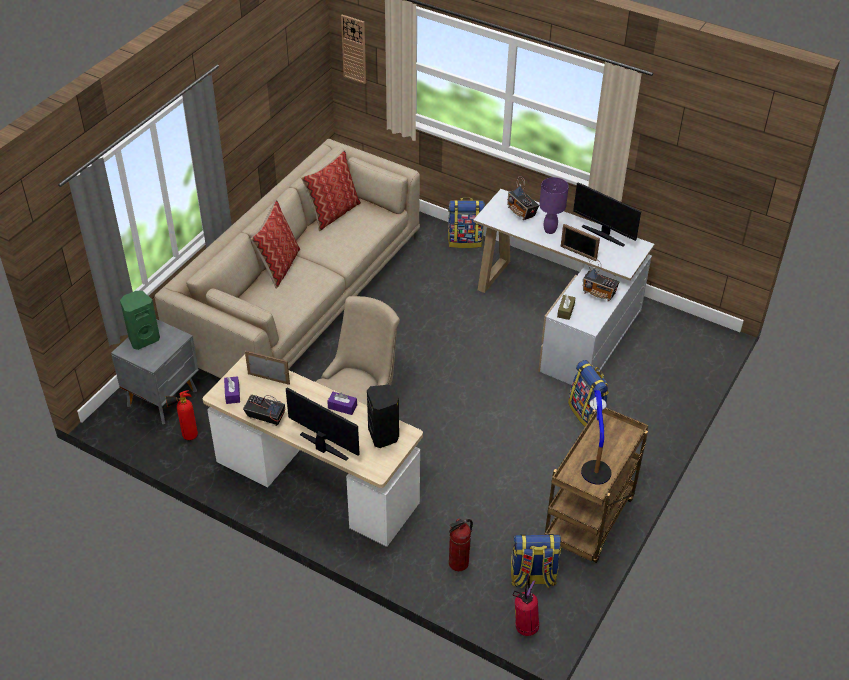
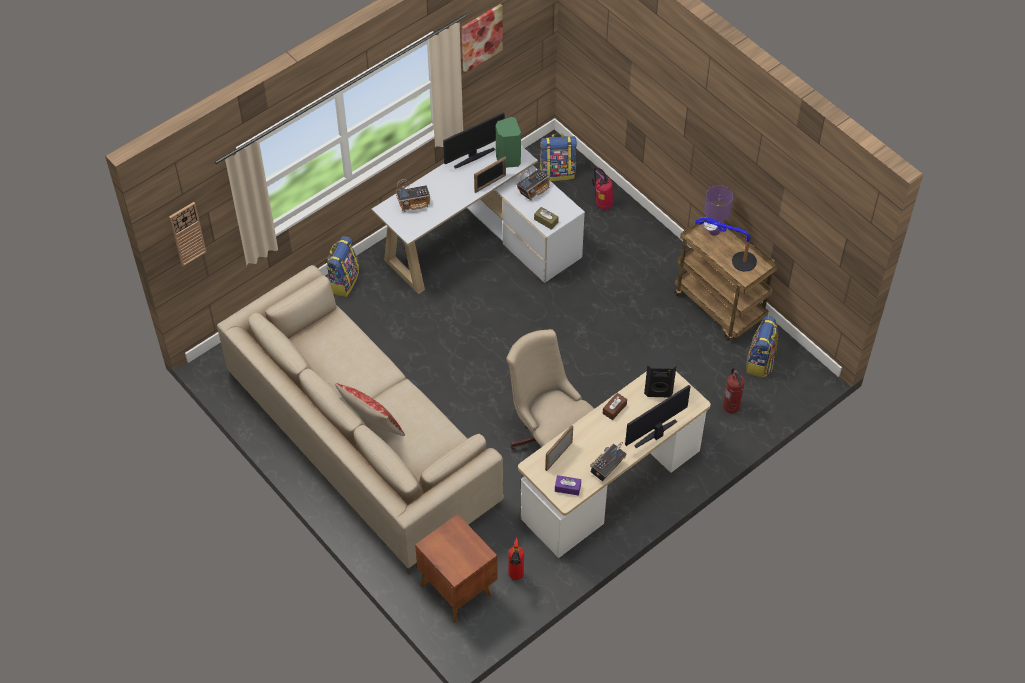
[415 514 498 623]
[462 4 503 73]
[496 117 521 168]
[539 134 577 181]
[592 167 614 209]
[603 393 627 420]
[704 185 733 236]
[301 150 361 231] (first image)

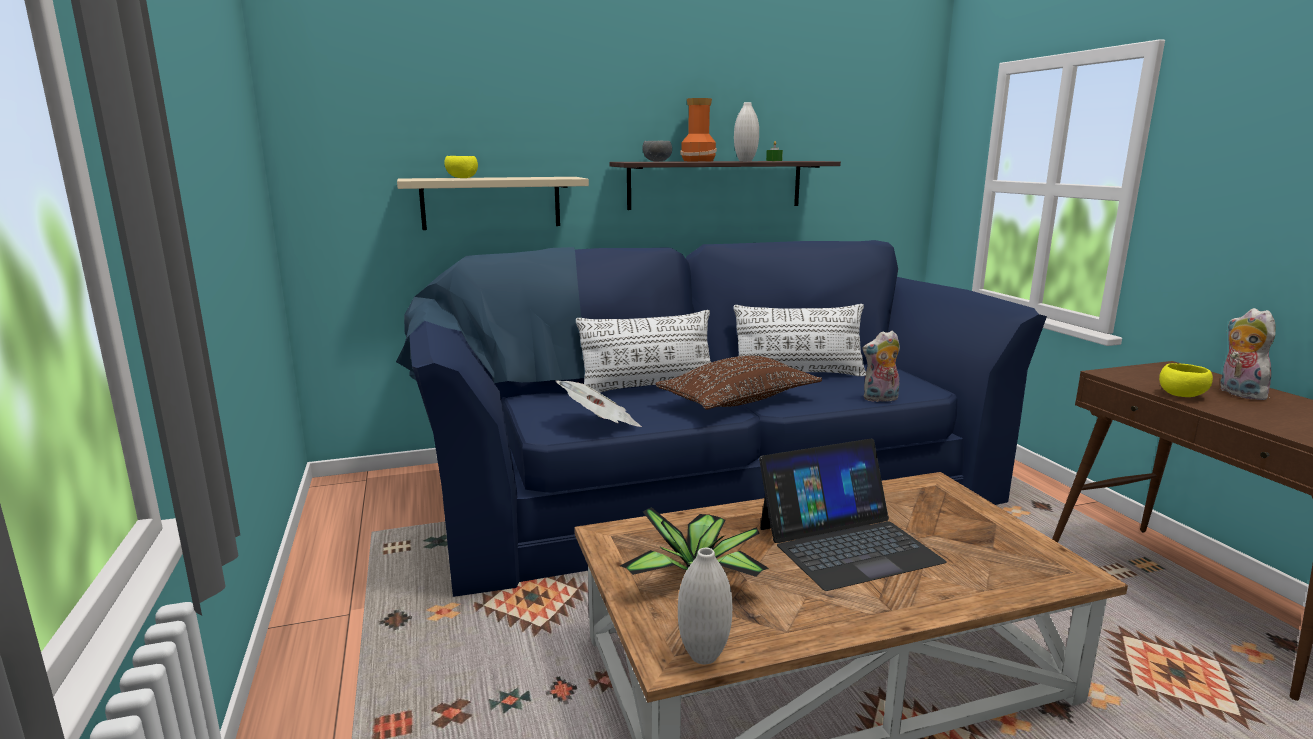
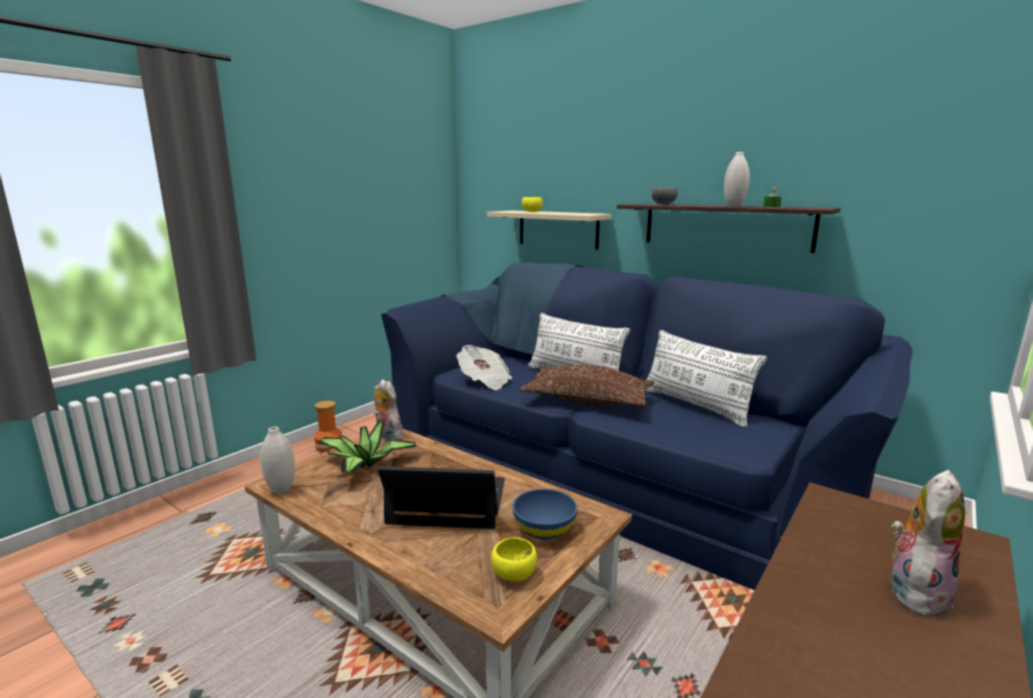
[314 401 343 452]
[374 379 403 441]
[378 466 505 529]
[491 537 537 581]
[512 489 577 539]

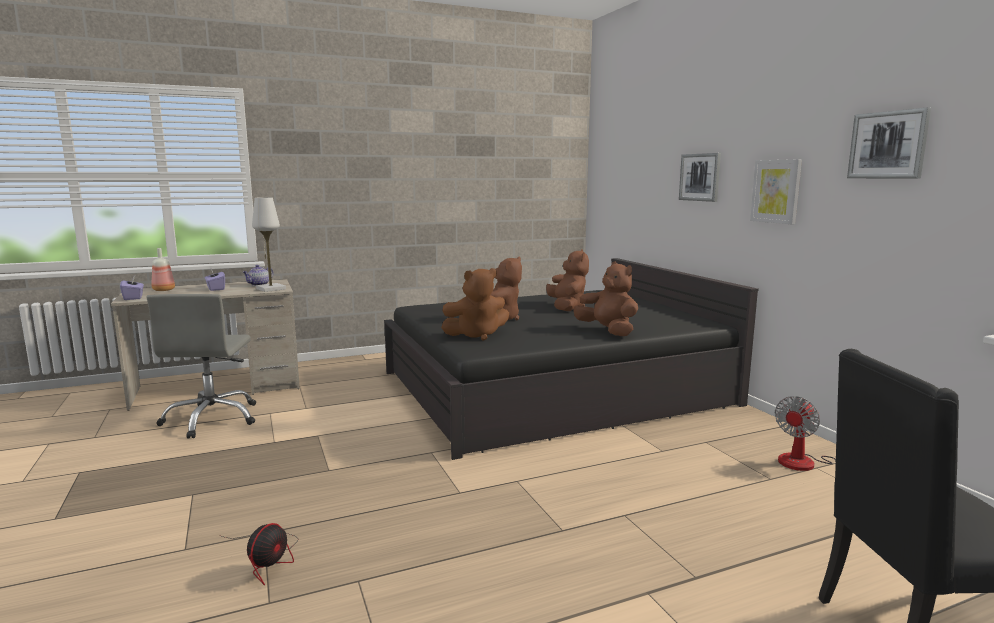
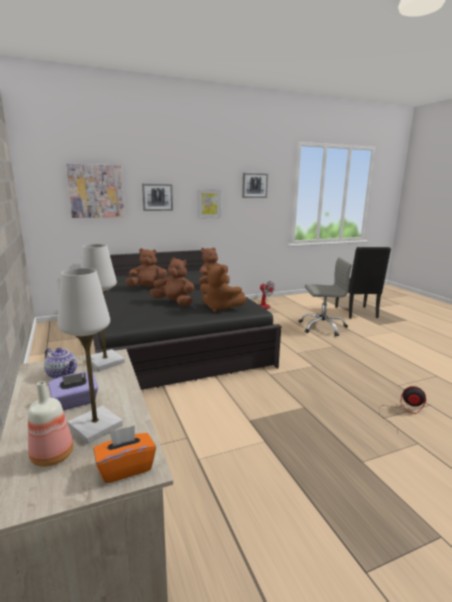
[58 268 123 444]
[66 164 124 218]
[93 425 156 484]
[200 266 247 313]
[299 257 352 336]

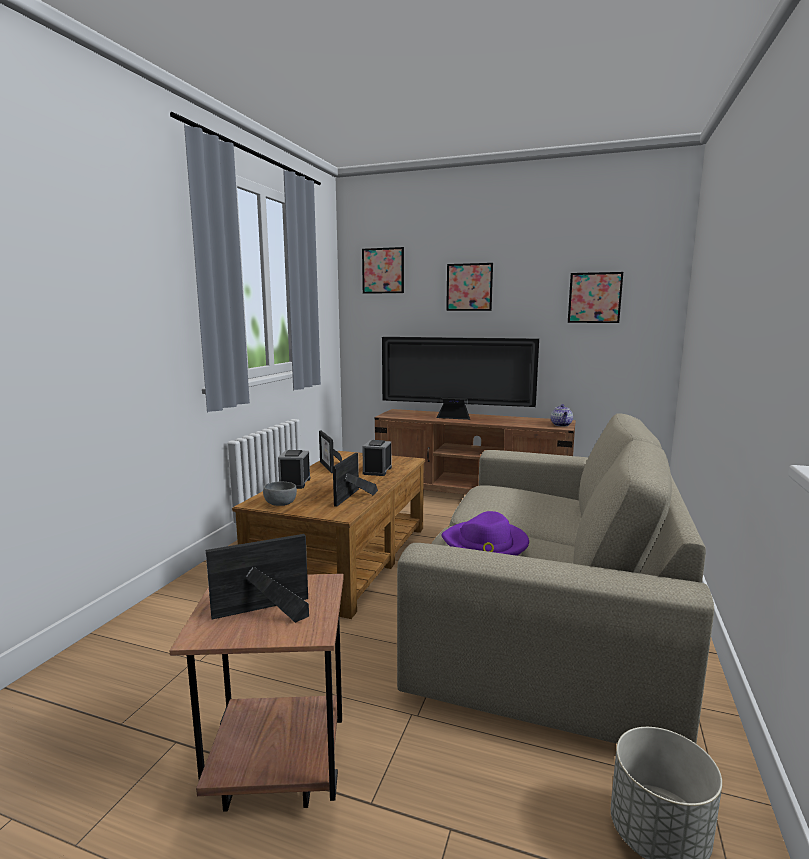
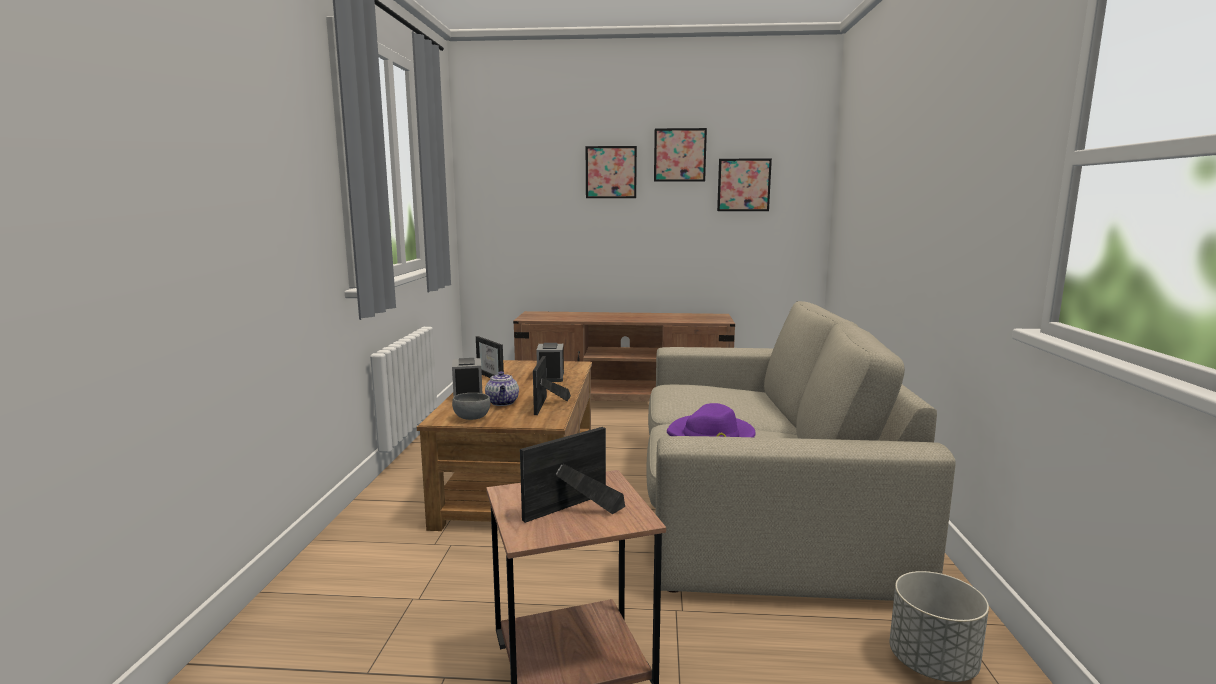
[485 371 519 406]
[654 128 707 182]
[382 337 539 420] (first image)

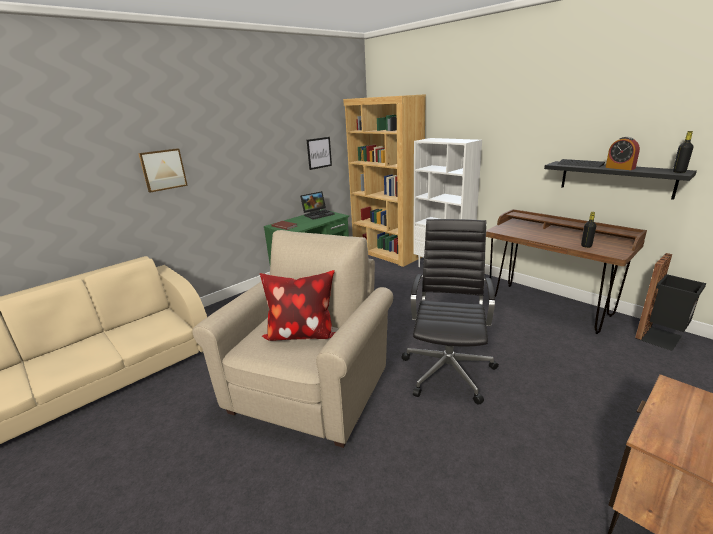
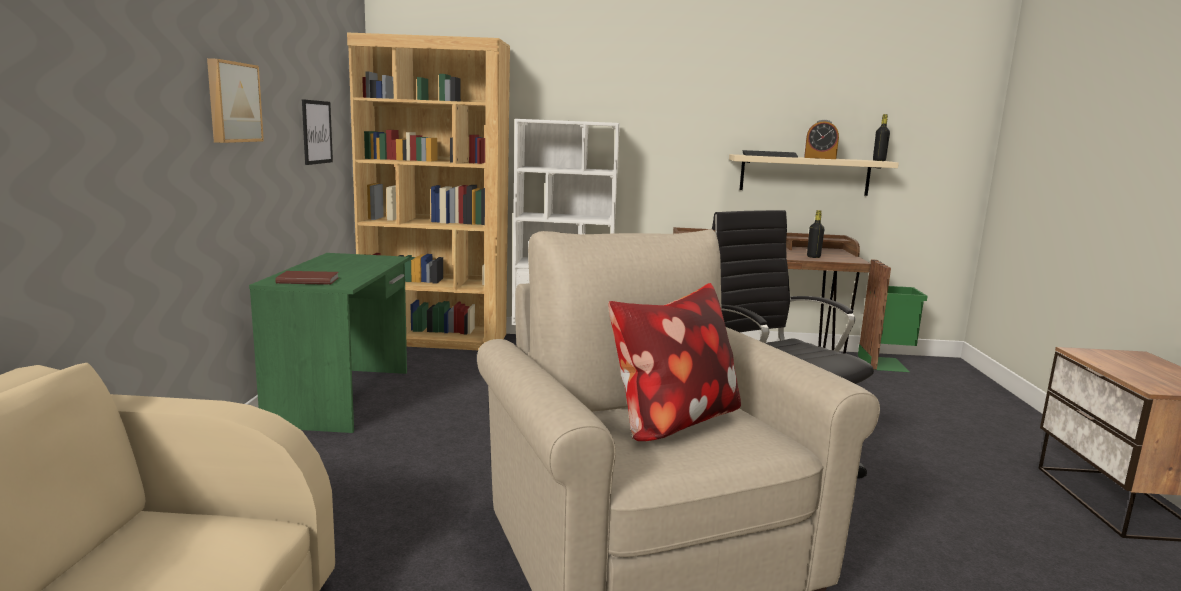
[207 58 264 143]
[729 154 899 196]
[858 259 928 372]
[300 191 335 220] (first image)

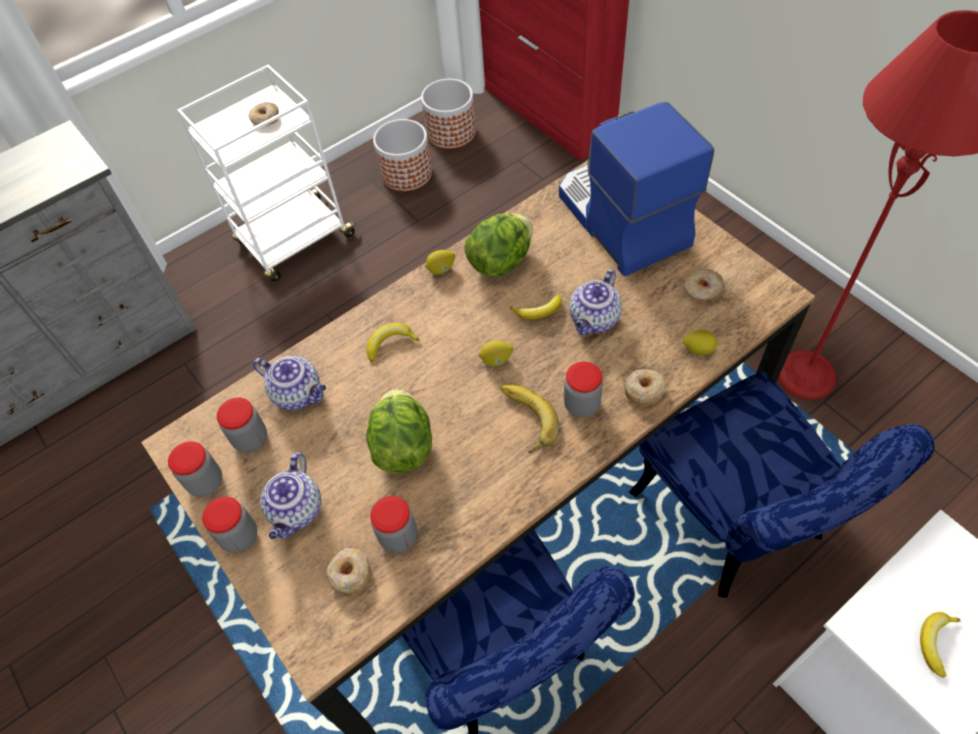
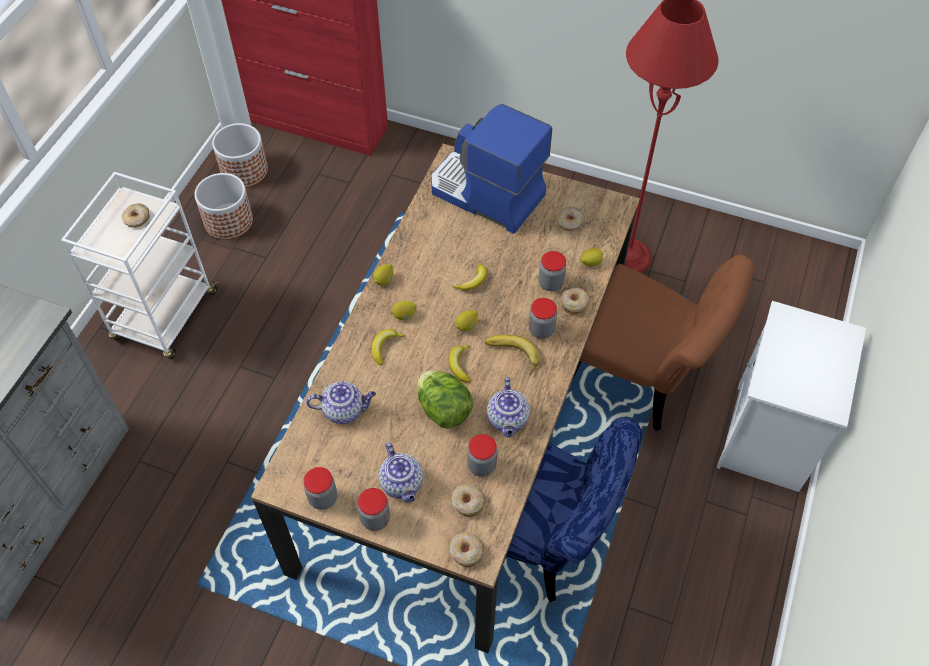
[391 301 417 320]
[448 345 471 383]
[449 532 484 567]
[487 377 530 438]
[538 251 566 291]
[572 255 754 431]
[465 214 533 277] (first image)

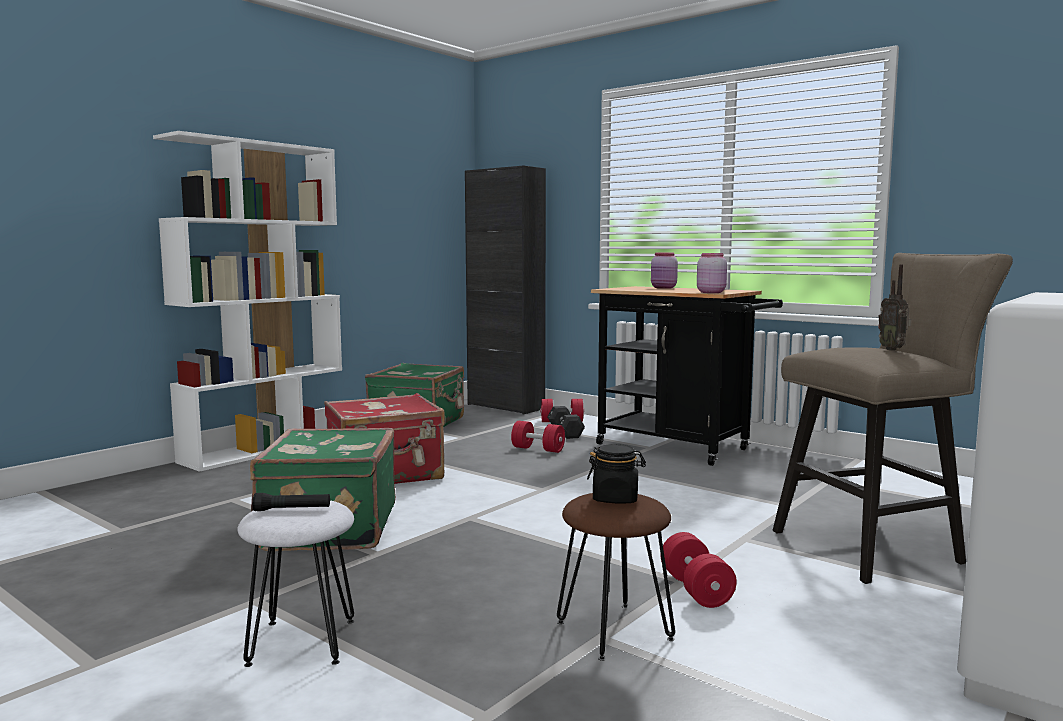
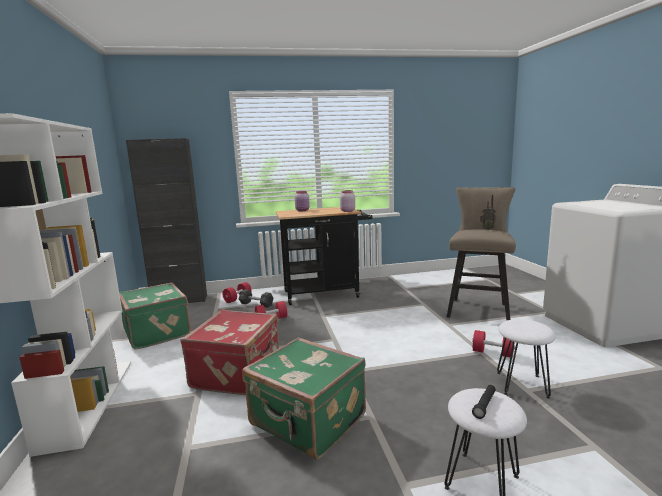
[497 319 556 399]
[587 444 646 504] (first image)

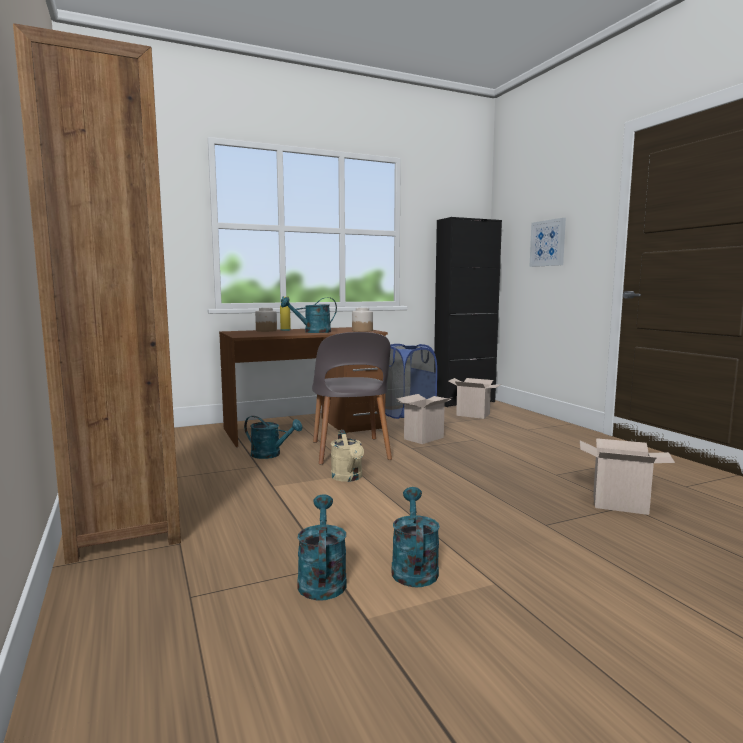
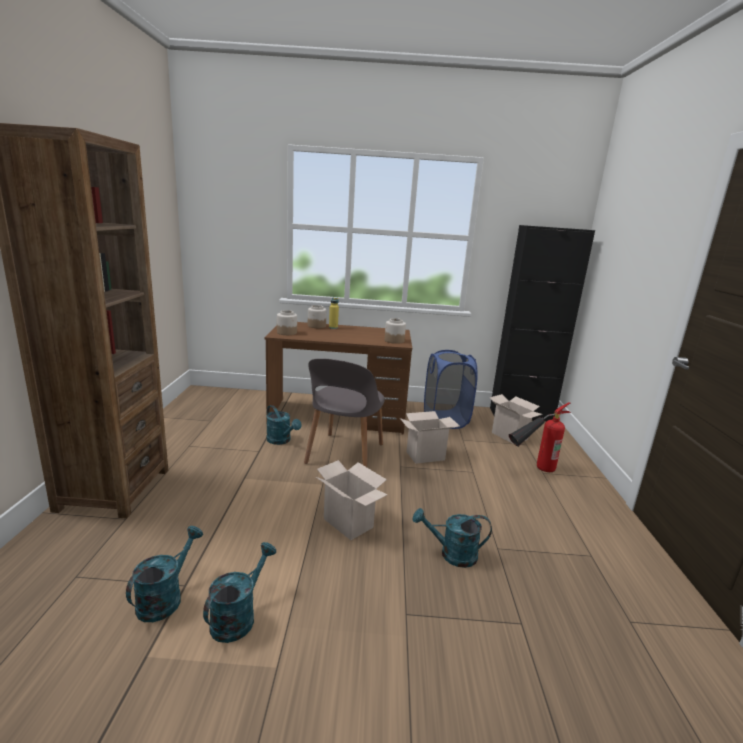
[277 310 297 335]
[316 460 388 540]
[412 508 492 568]
[509 402 571 472]
[331 430 364 482] (first image)
[529 218 566 267] (first image)

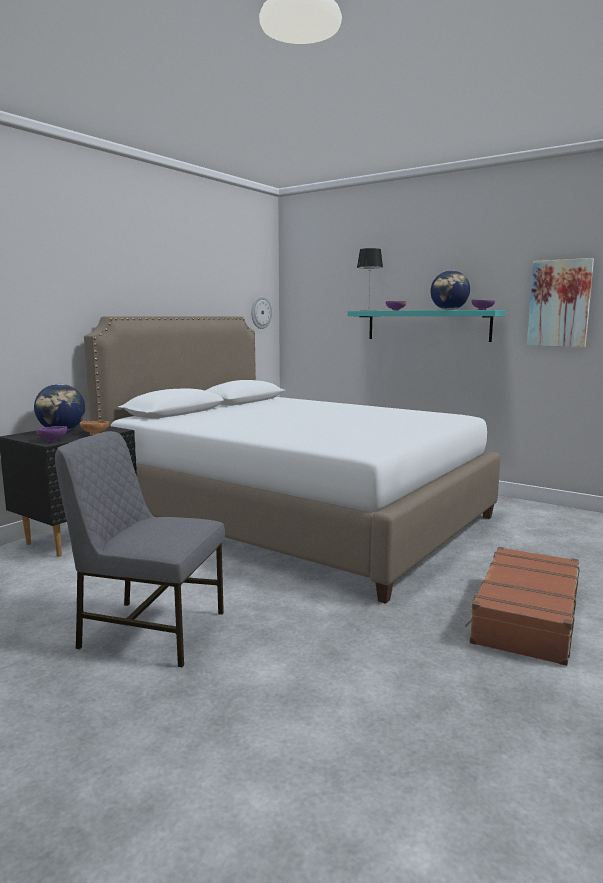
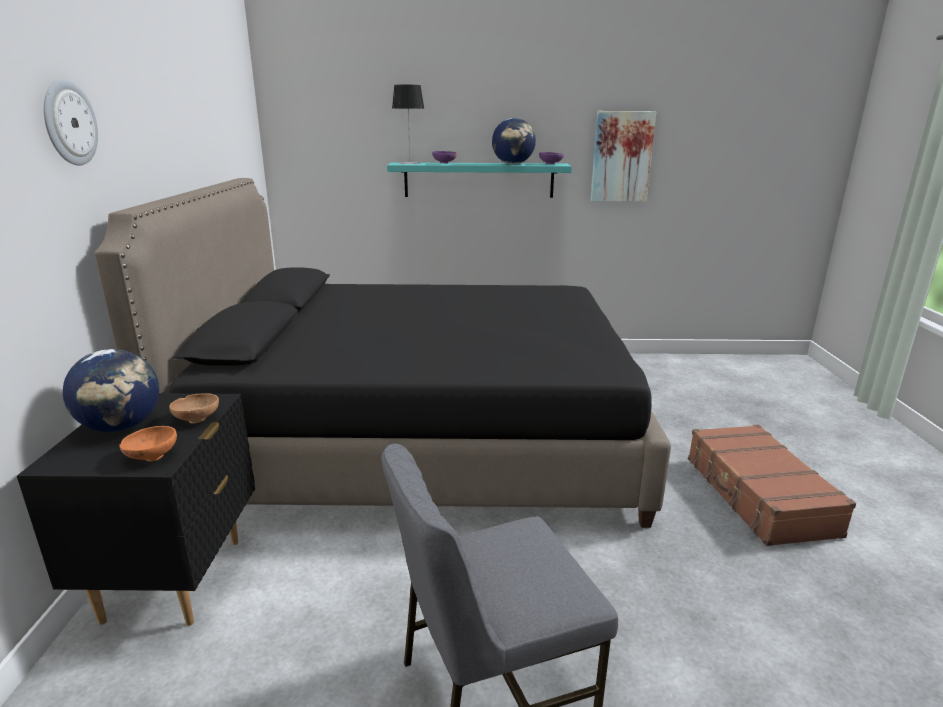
[43 79 98 166]
[94 178 671 528]
[119 426 177 462]

